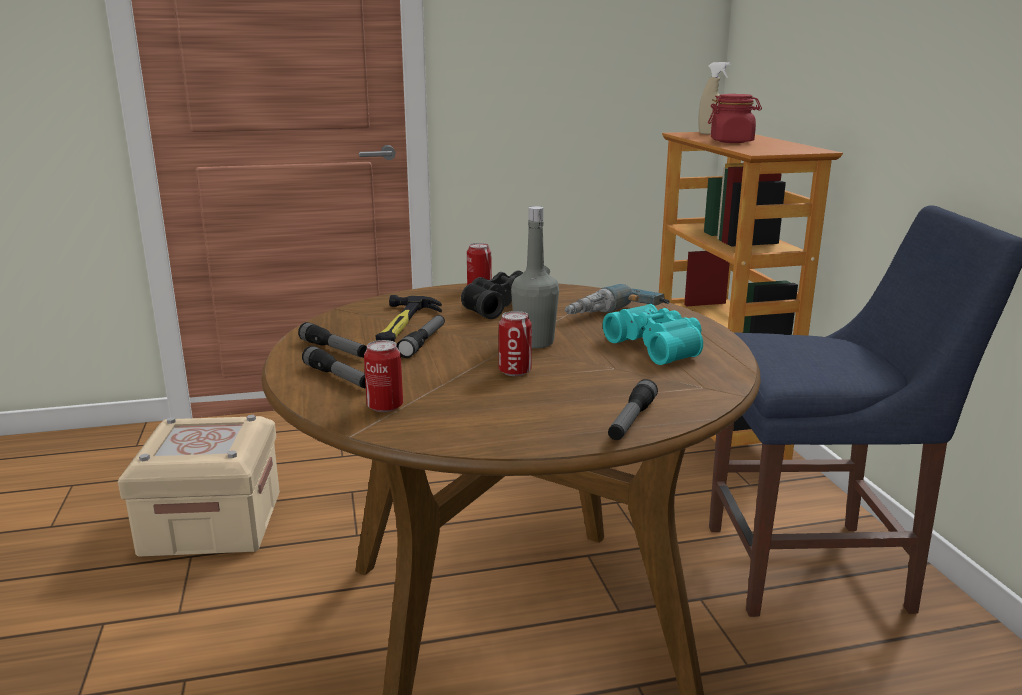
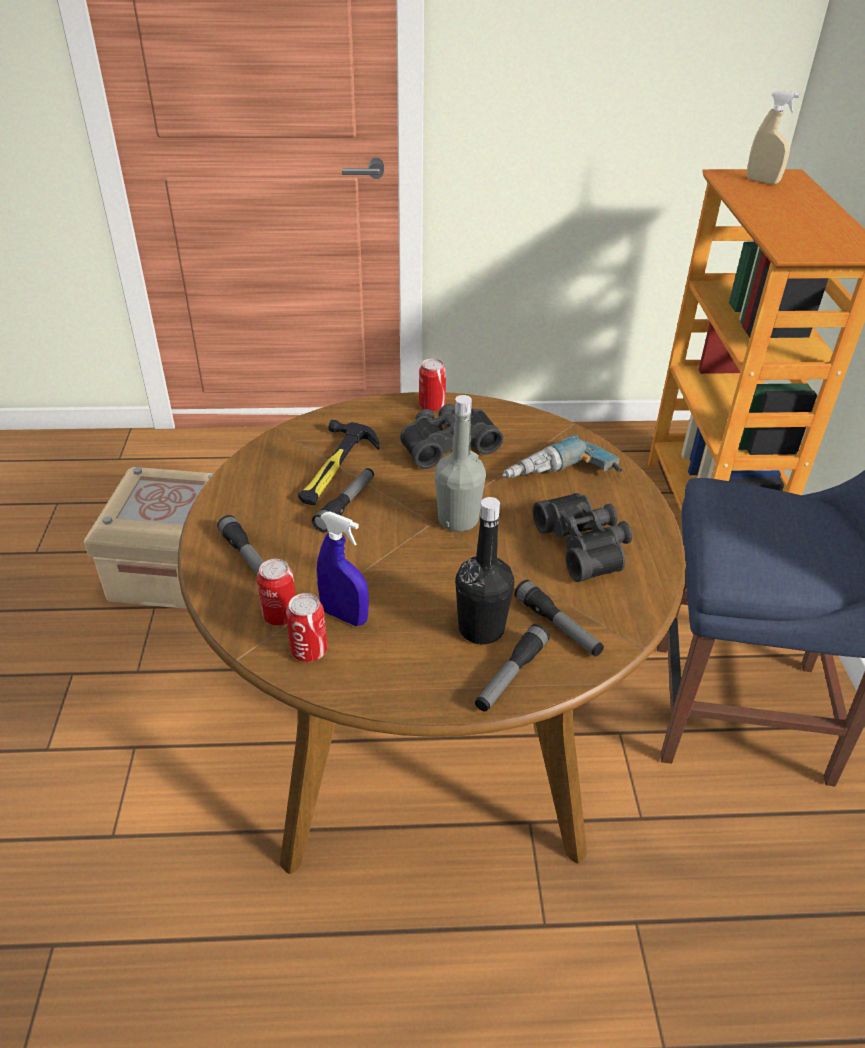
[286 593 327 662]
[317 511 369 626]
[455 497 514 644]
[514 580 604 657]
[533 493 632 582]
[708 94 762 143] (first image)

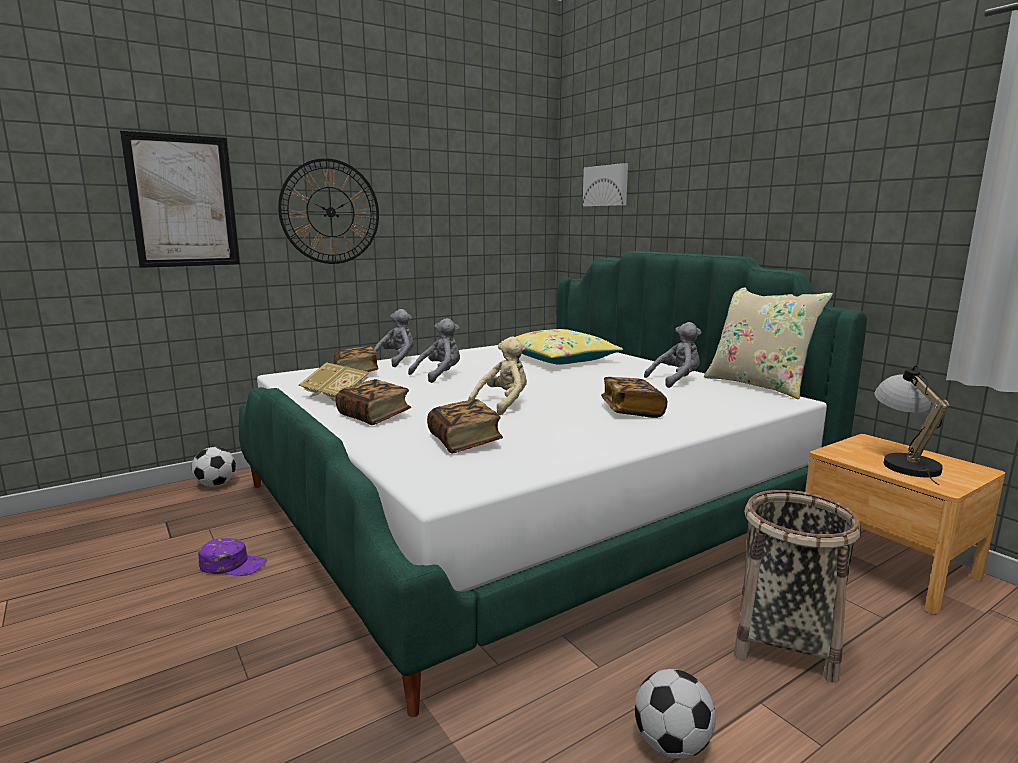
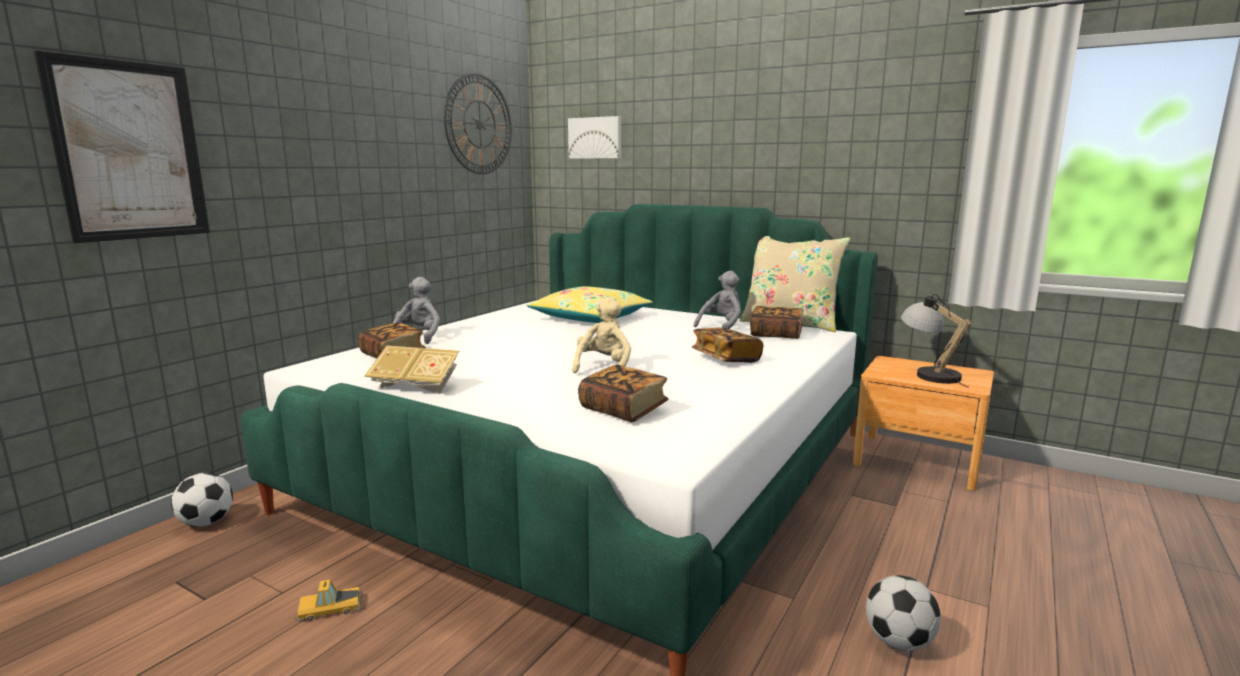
[295 580 362 621]
[444 73 512 174]
[750 306 804 339]
[408 318 460 383] (first image)
[734 490 861 683] (first image)

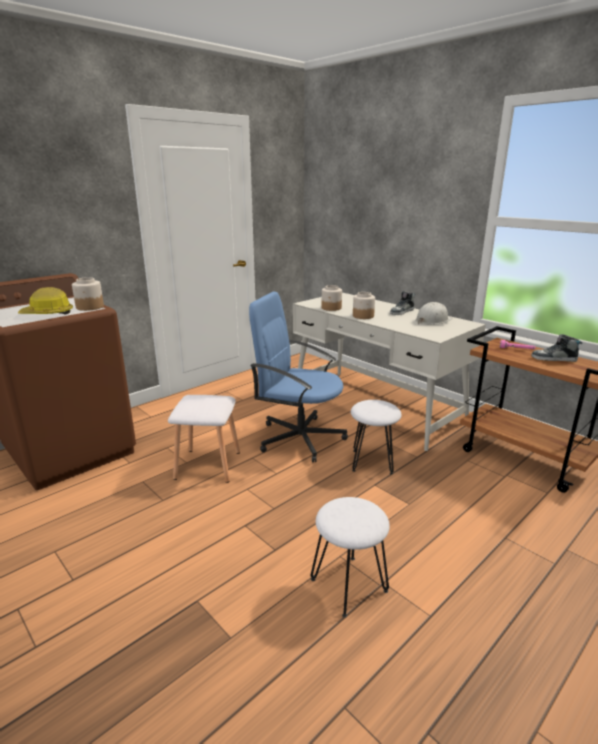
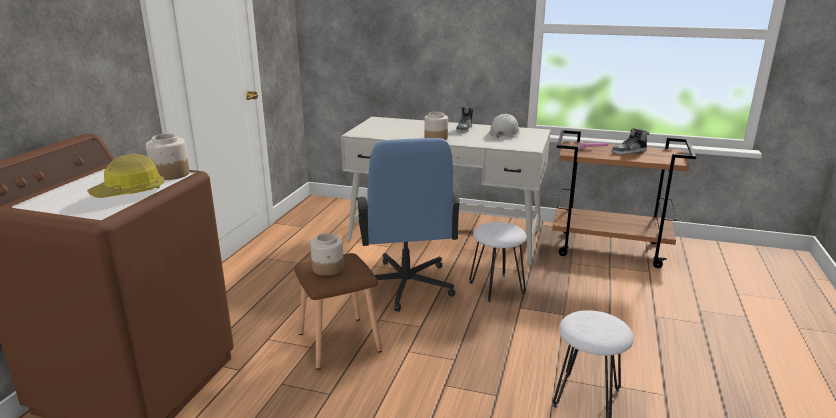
[294 253 382 370]
[310 233 344 276]
[356 138 461 312]

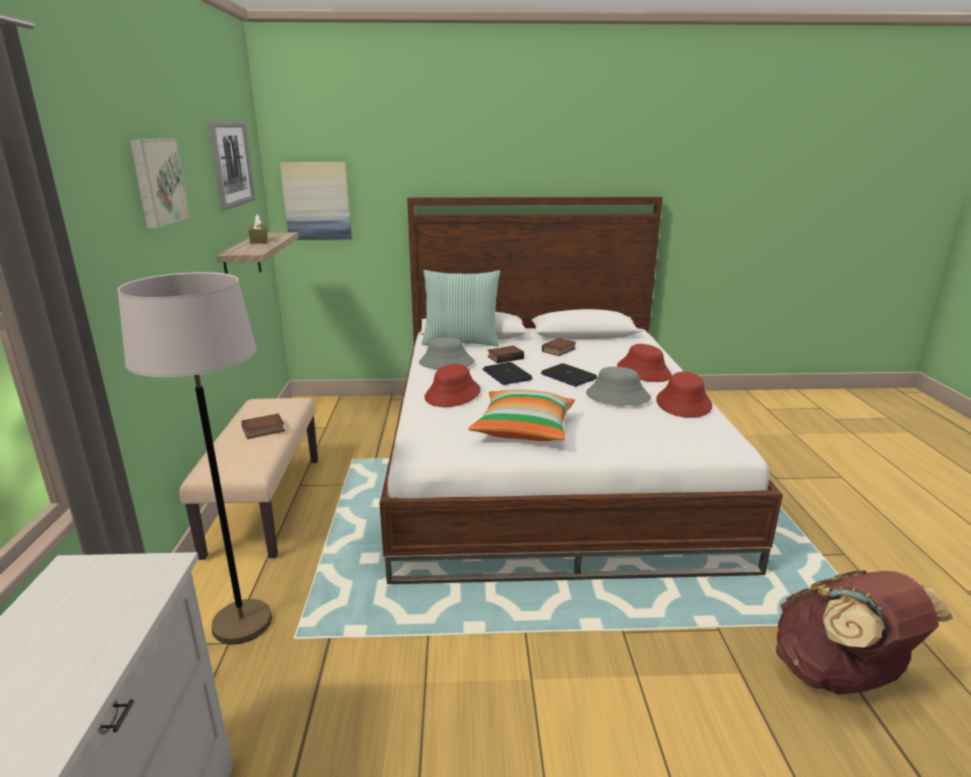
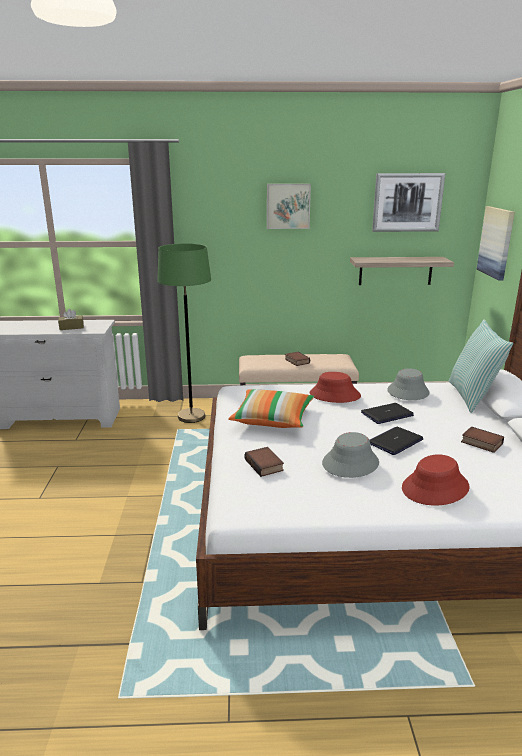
[58 309 84 330]
[157 244 211 423]
[244 447 284 477]
[656 372 712 418] (first image)
[776 570 953 695] (first image)

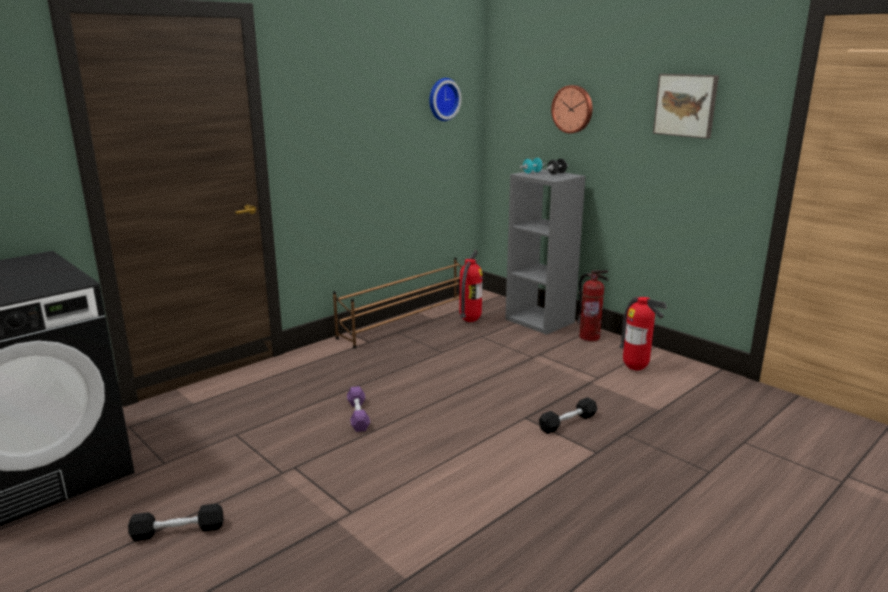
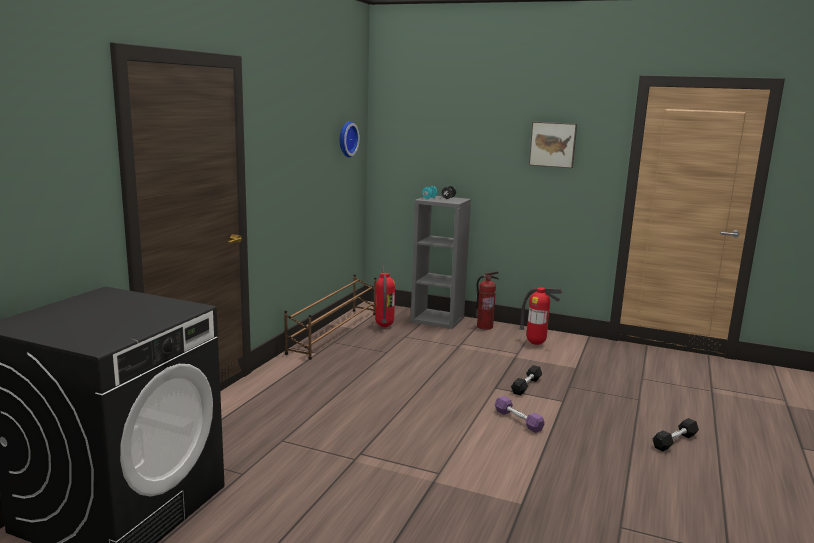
[495 396 545 433]
[652 418 699 451]
[551 85 593 133] (first image)

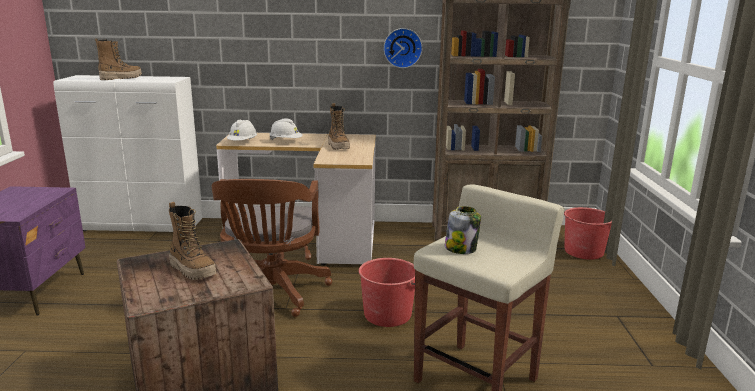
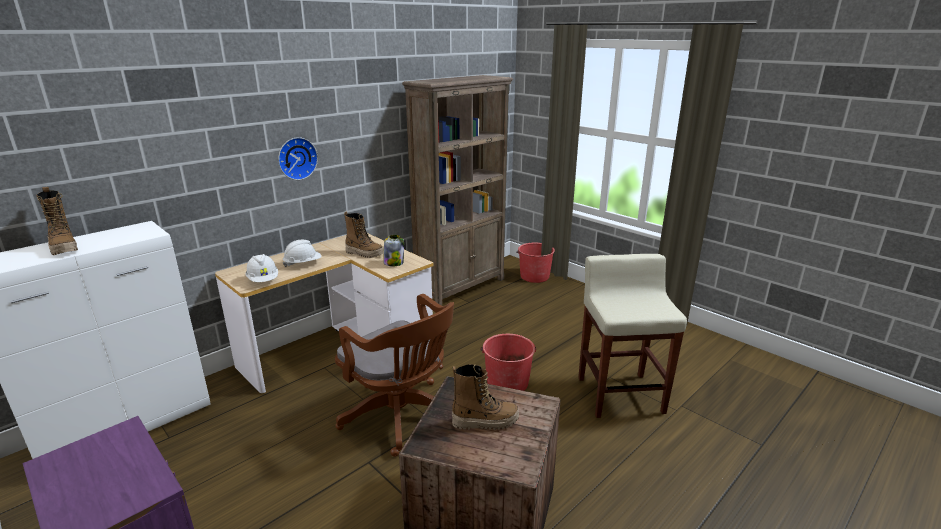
[36 187 78 255]
[278 137 318 180]
[383 235 404 266]

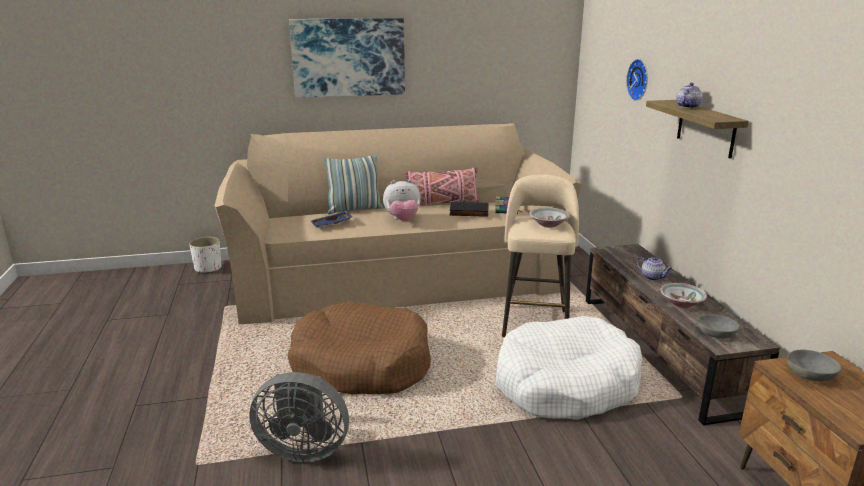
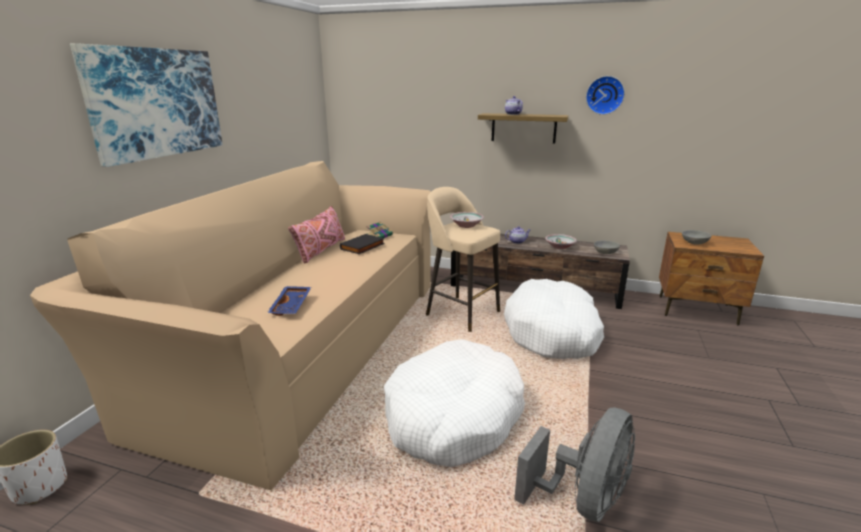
[384 339 525 467]
[586 76 625 115]
[323 155 383 214] (first image)
[383 180 421 221] (first image)

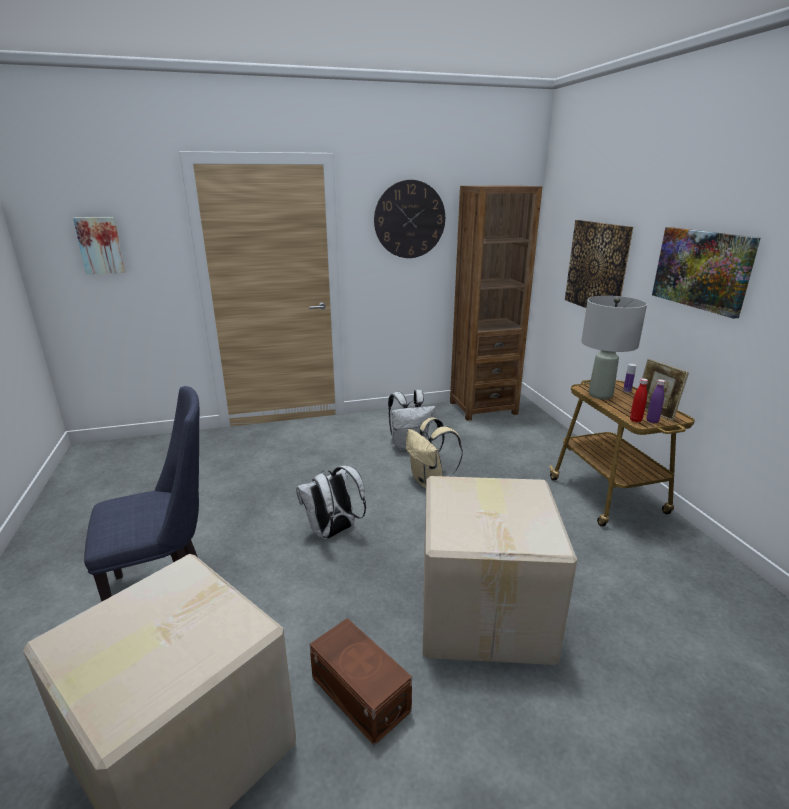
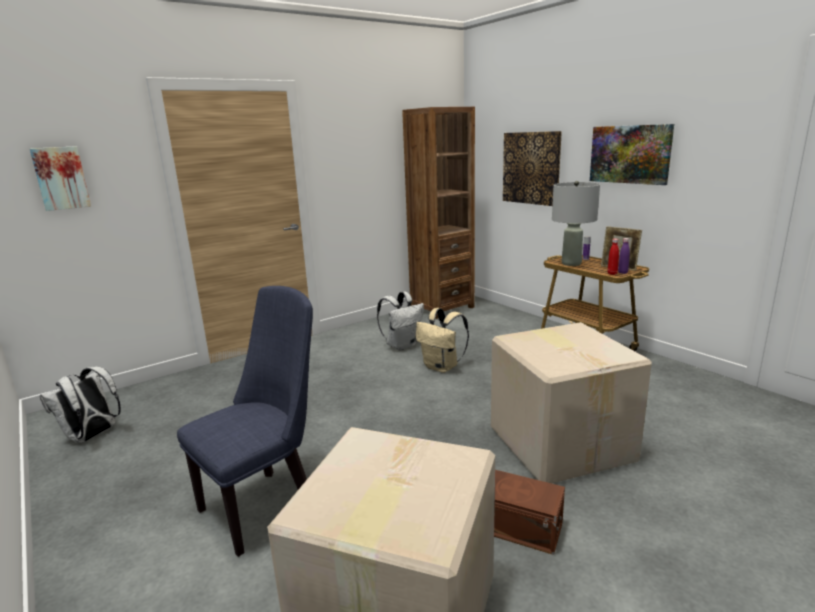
[39 367 121 443]
[374 180 445 258] (first image)

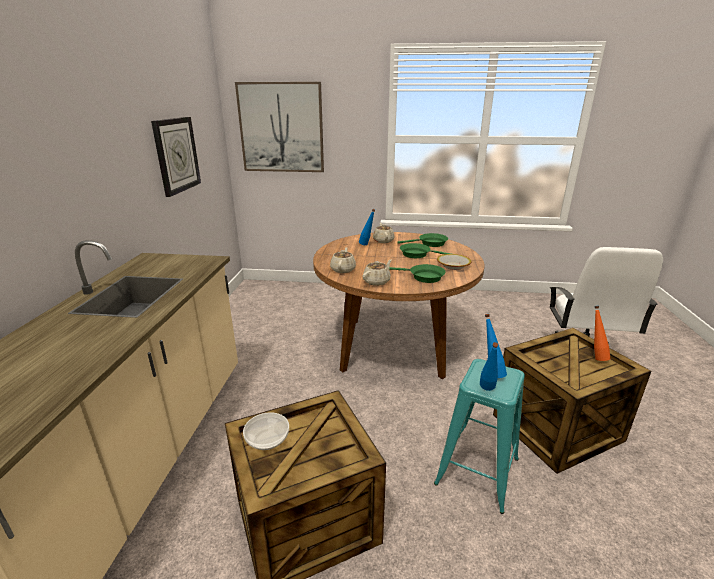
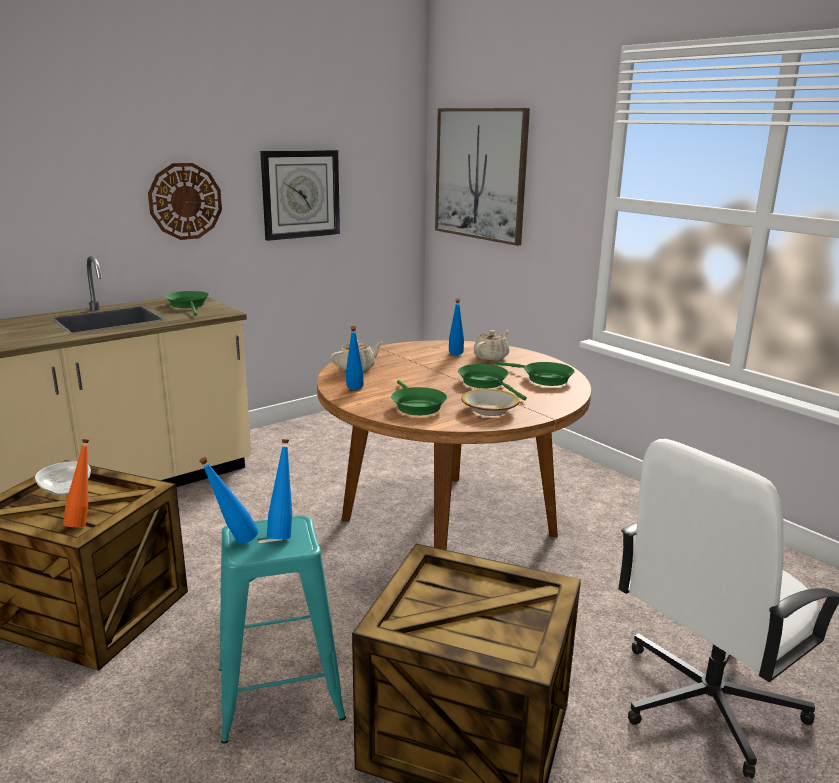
[63 439 89 527]
[148 163 222 240]
[165 291 209 316]
[346 326 364 390]

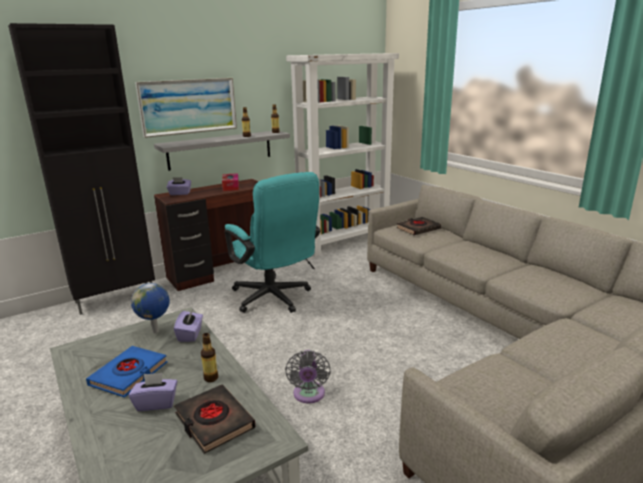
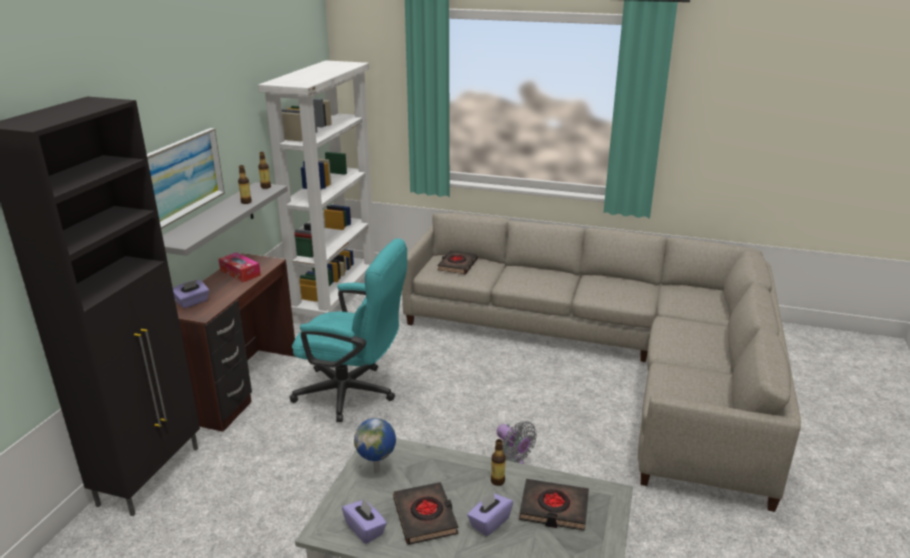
[342 498 387 544]
[393 482 459 545]

